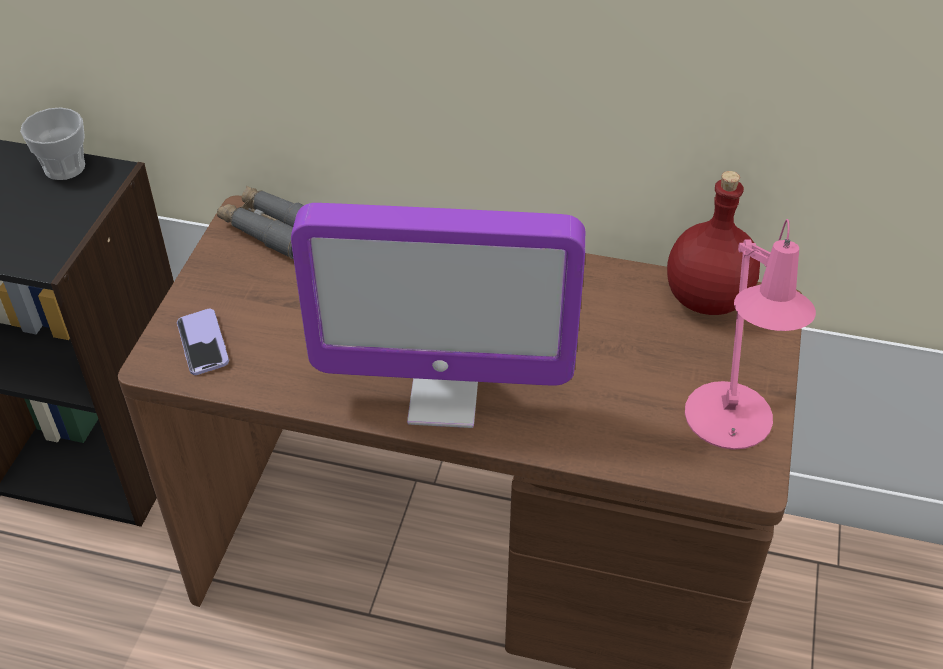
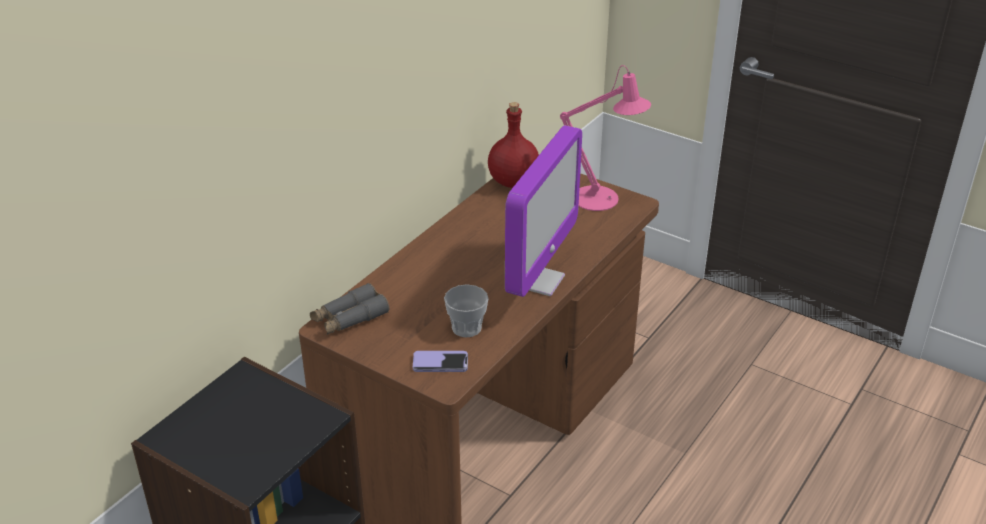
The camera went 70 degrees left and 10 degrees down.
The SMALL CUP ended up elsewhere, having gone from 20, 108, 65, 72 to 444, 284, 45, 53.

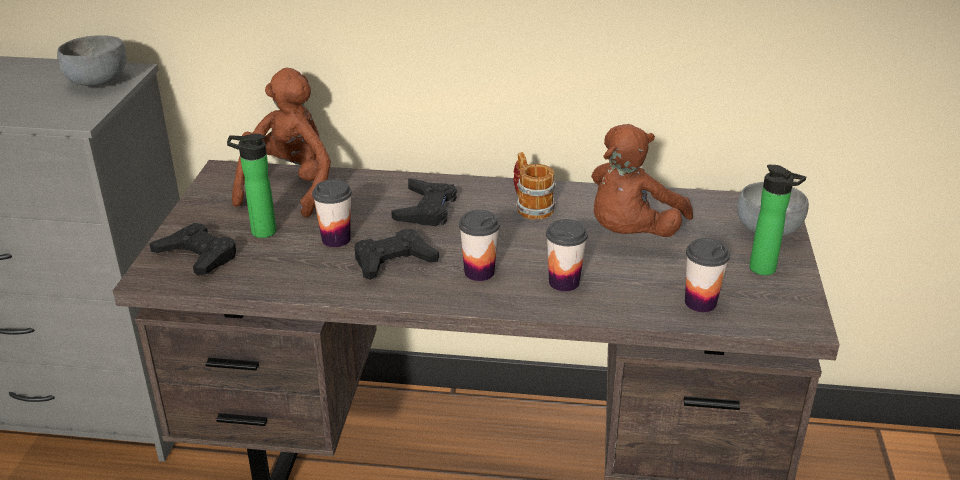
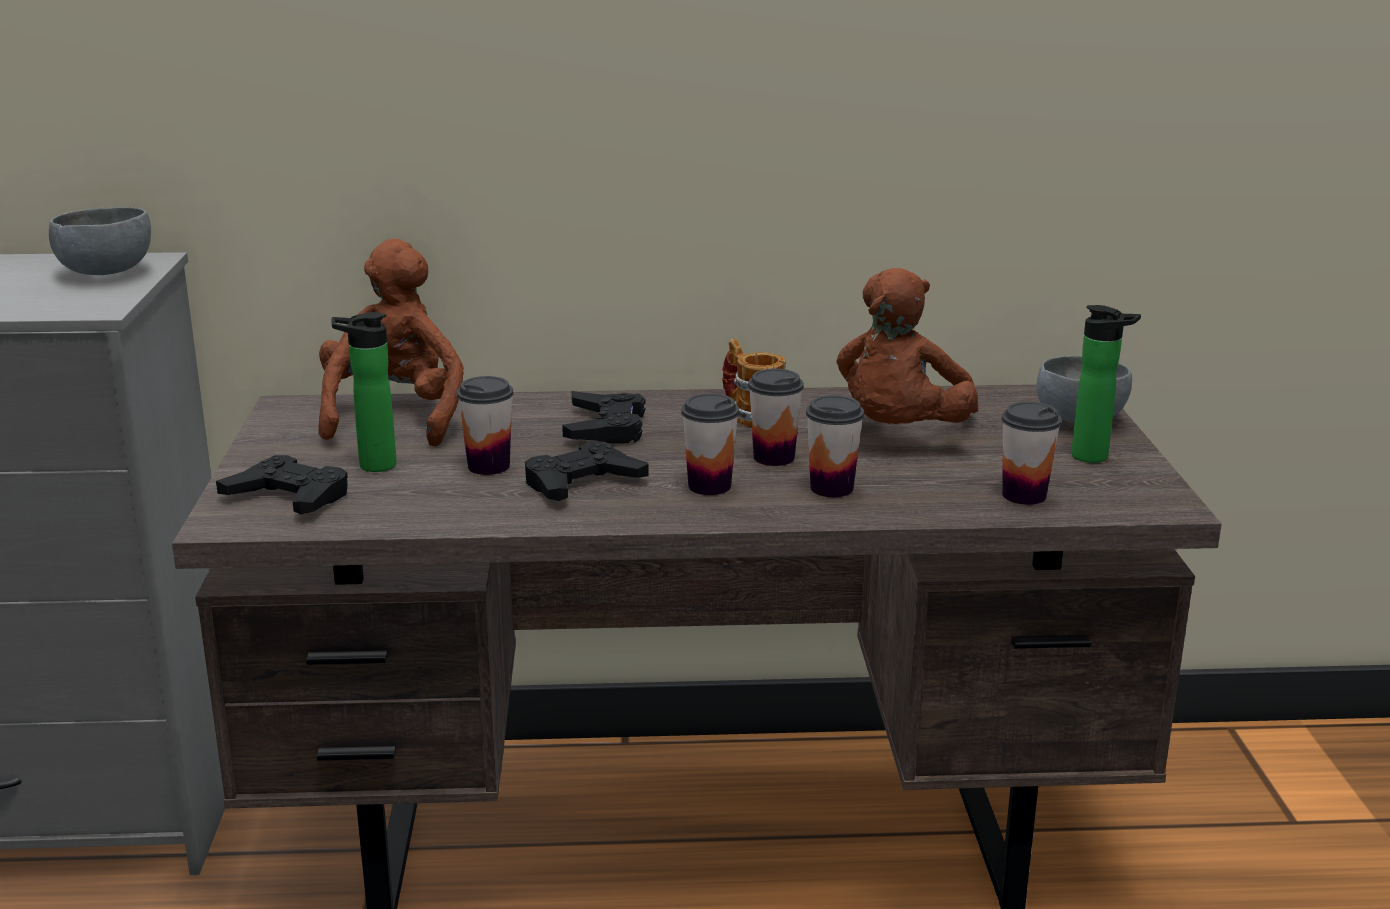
The camera went 10 degrees left and 10 degrees down.
The second view gained the SMALL CUP at 748, 369, 56, 97.

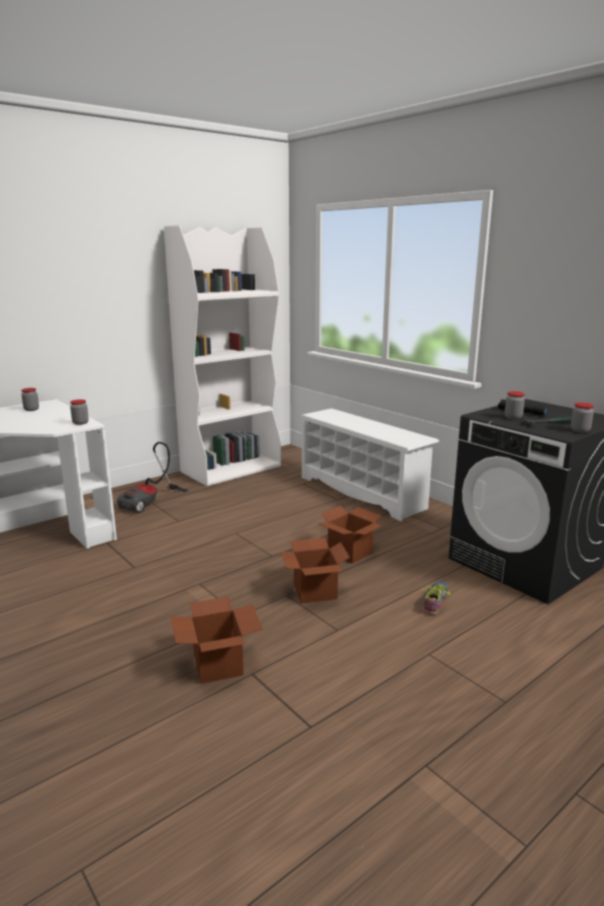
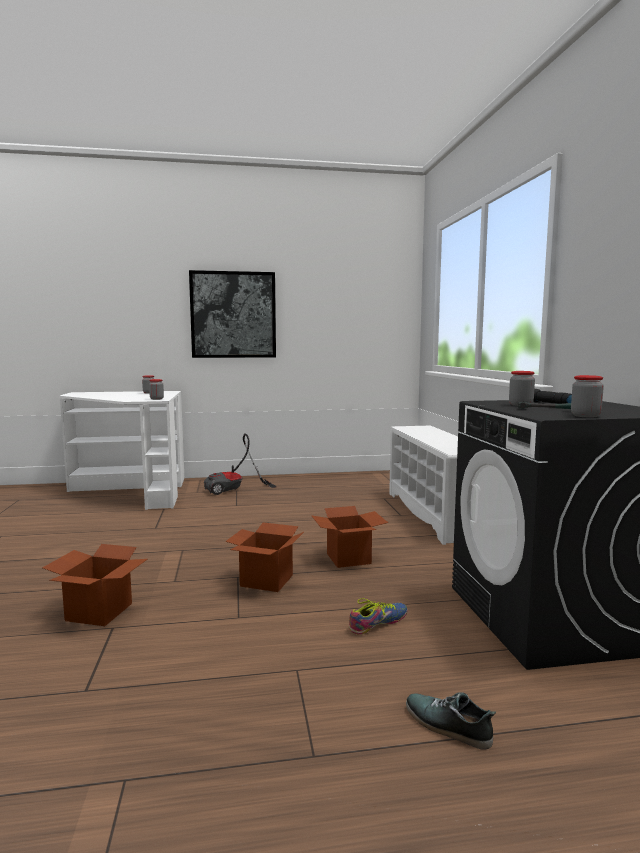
The camera went 30 degrees right and 10 degrees down.
The second view lost the WHITE SHELVING UNIT at 164, 225, 117, 261.
The second view gained the PICTURE at 189, 270, 87, 88.
The second view gained the SHOE at 406, 692, 90, 58.

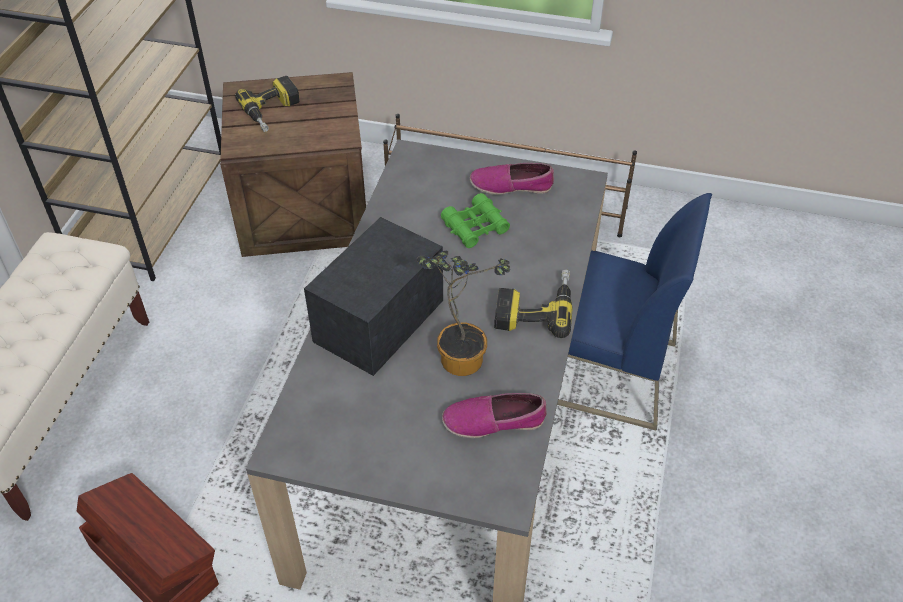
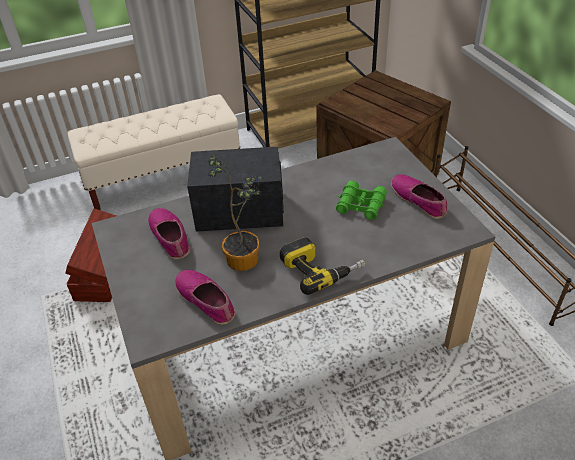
The camera went 55 degrees right and 5 degrees down.
The second view lost the POWER DRILL at 235, 76, 65, 56.
The second view lost the BLUE-COLOURED UPRIGHT CHAIR at 557, 193, 155, 238.
The second view gained the SHOE at 148, 208, 42, 51.

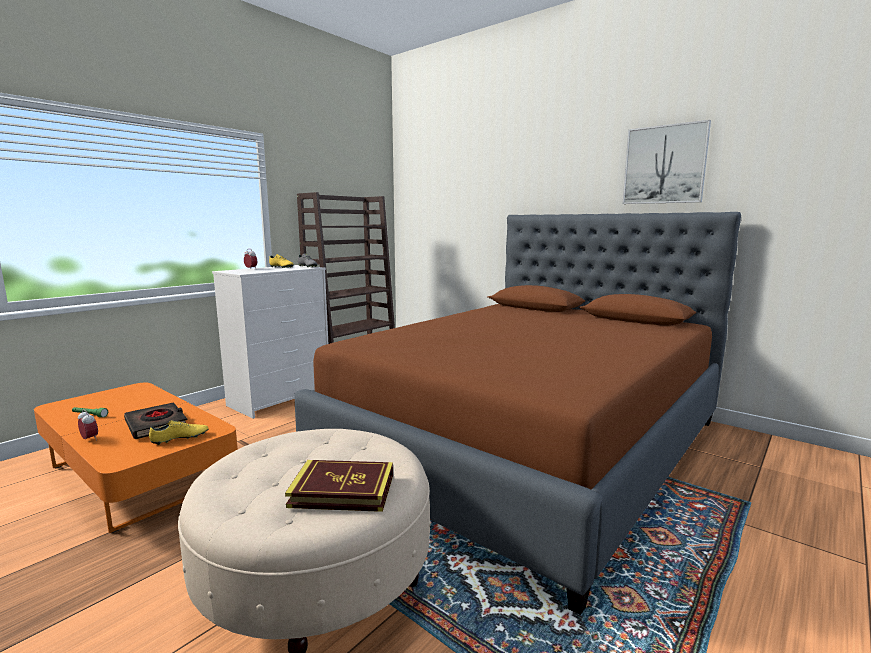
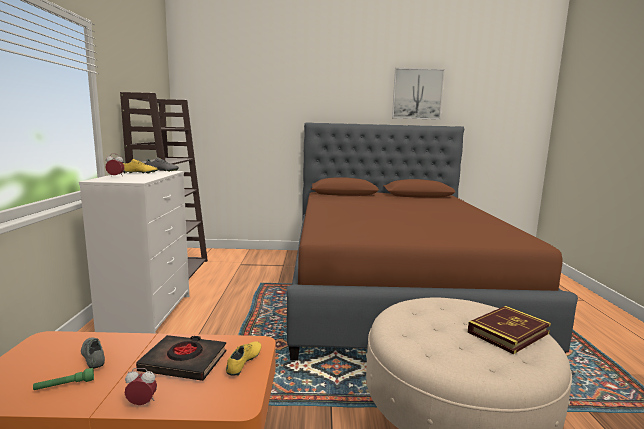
The camera went 40 degrees left and 0 degrees up.
The second view gained the GREYISH SHOE at 81, 337, 24, 32.

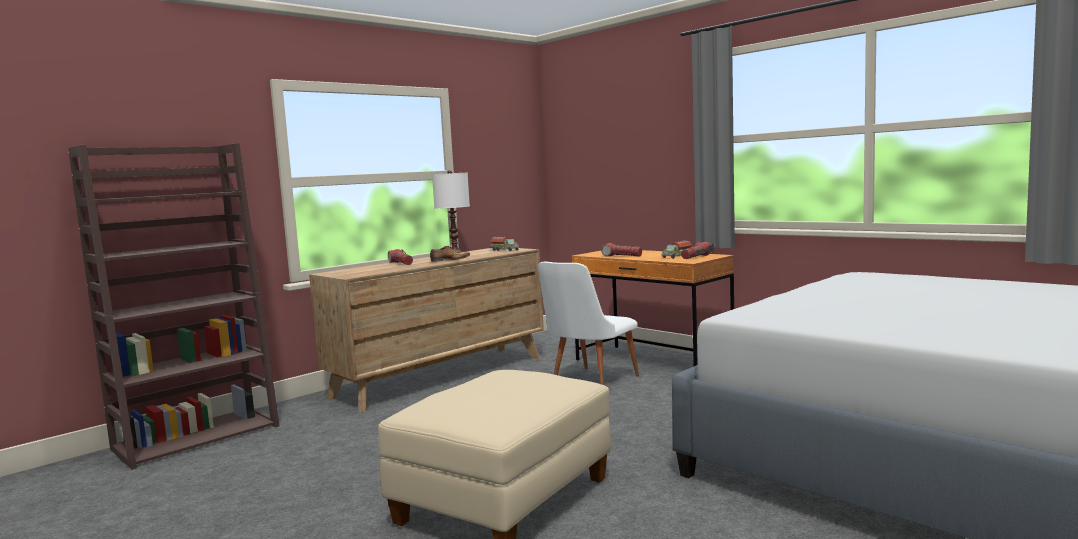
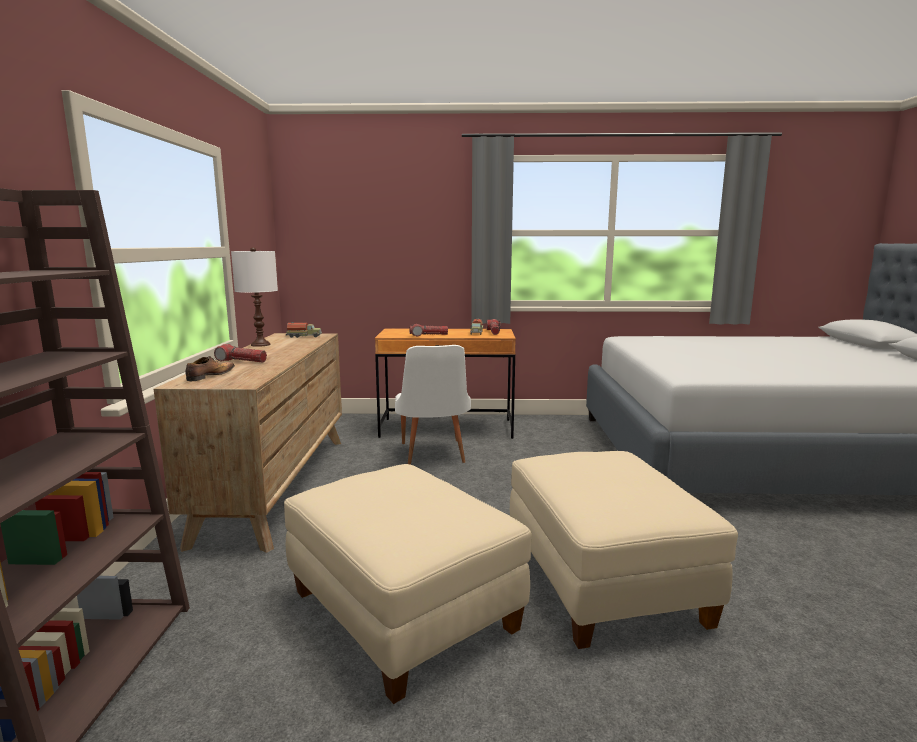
The camera went 45 degrees left and 5 degrees up.
The second view gained the BEIGE FOOTREST at 284, 464, 248, 240.
The SHOE ended up elsewhere, having gone from 430, 246, 40, 16 to 185, 356, 50, 25.

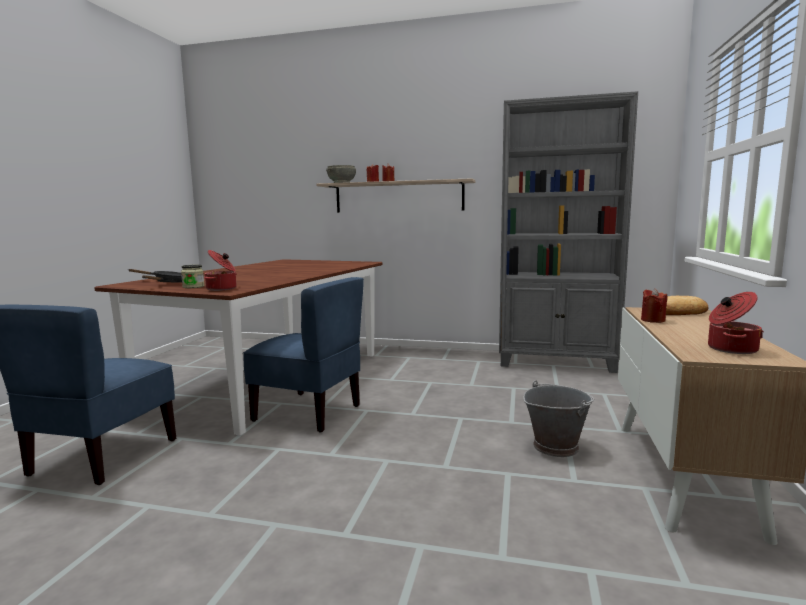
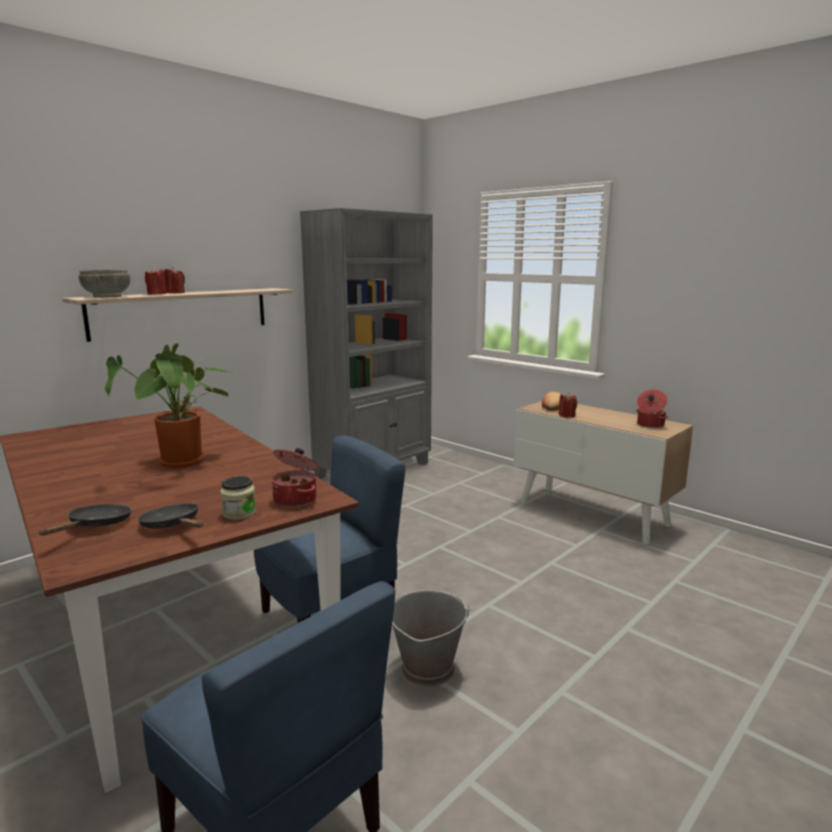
The camera went 60 degrees left and 5 degrees up.
The second view gained the HOUSEPLANT at 104, 343, 125, 125.
The GREYISH BUCKET ended up elsewhere, having gone from 523, 380, 71, 77 to 392, 590, 80, 97.

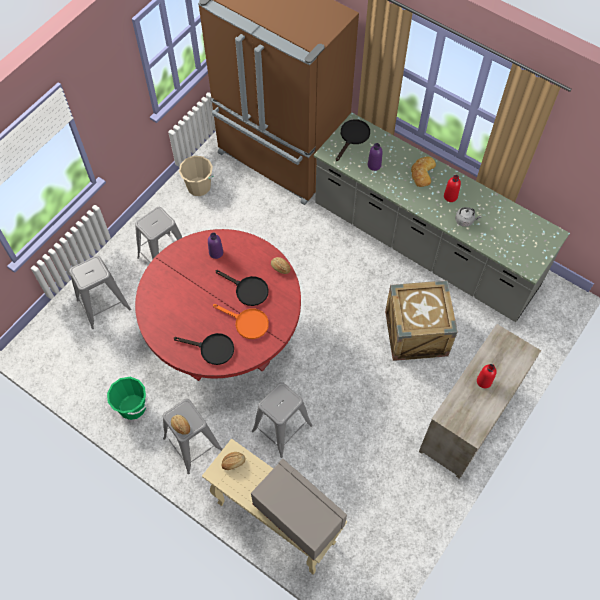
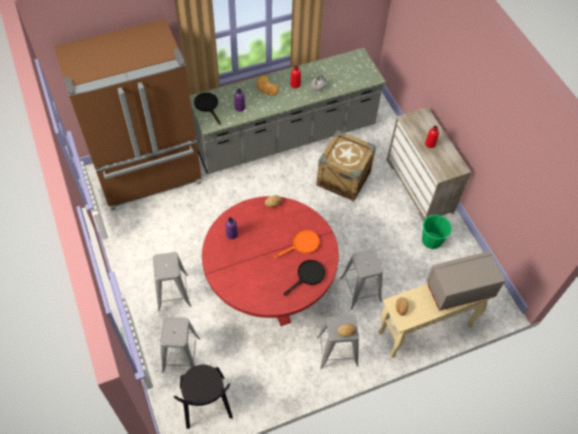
The camera went 60 degrees left and 5 degrees down.
The second view lost the BEIGE BUCKET at 179, 156, 35, 40.
The second view lost the BLACK PAN at 215, 270, 54, 36.
The second view gained the BLACK UPRIGHT CHAIR at 174, 365, 59, 64.
The GREEN-COLOURED BUCKET ended up elsewhere, having gone from 107, 377, 41, 43 to 422, 215, 30, 34.

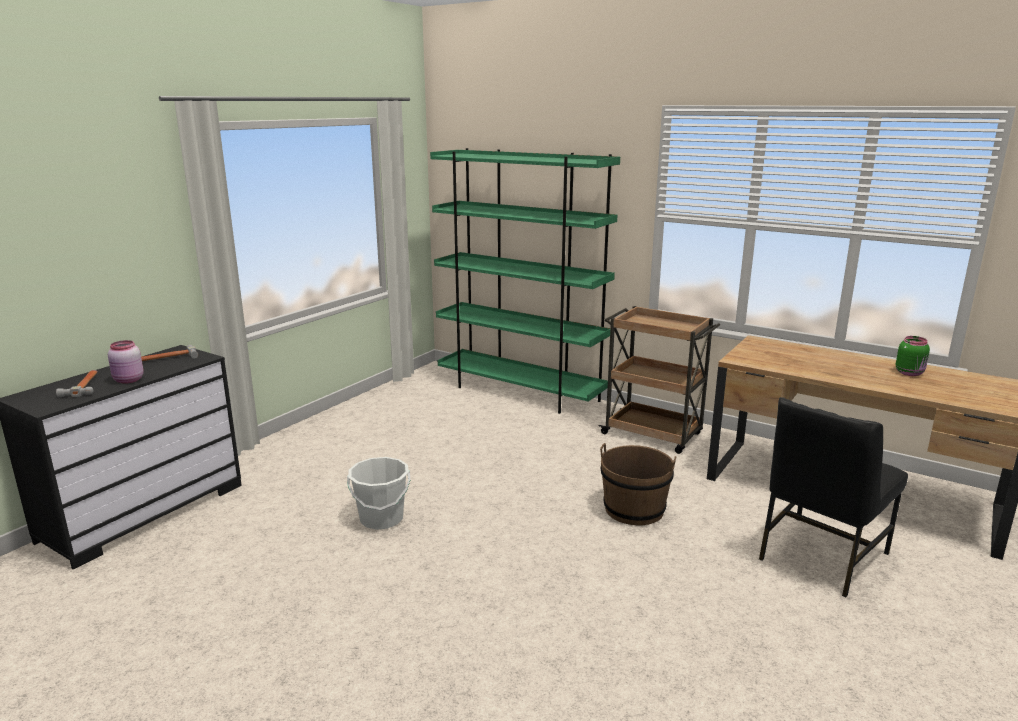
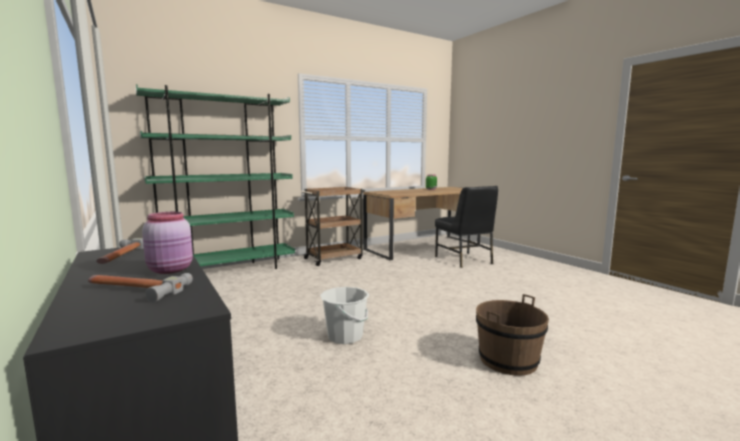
The camera went 65 degrees left and 10 degrees down.
The BROWNISH BUCKET ended up elsewhere, having gone from 600, 443, 77, 82 to 476, 294, 73, 82.

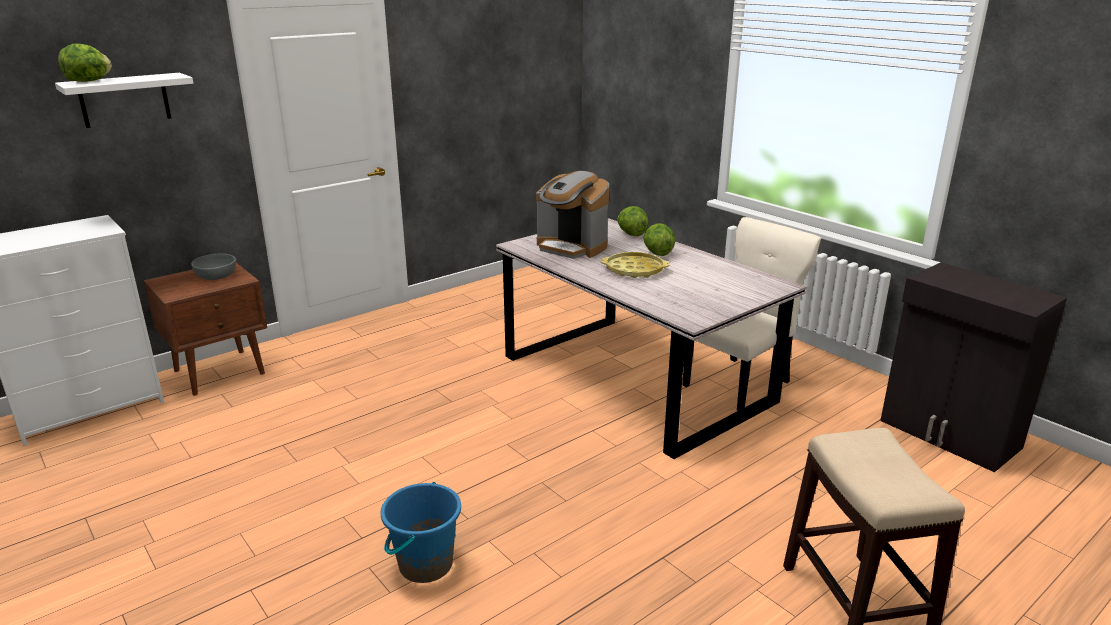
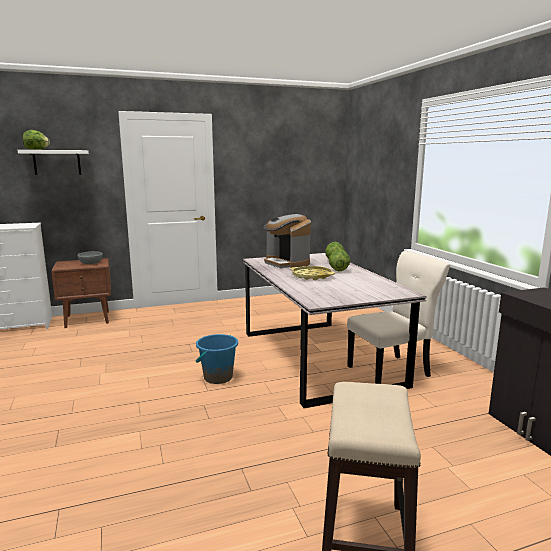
The camera went 20 degrees right and 10 degrees down.
The BLUE-COLOURED BUCKET ended up elsewhere, having gone from 381, 482, 80, 101 to 195, 334, 43, 50.

